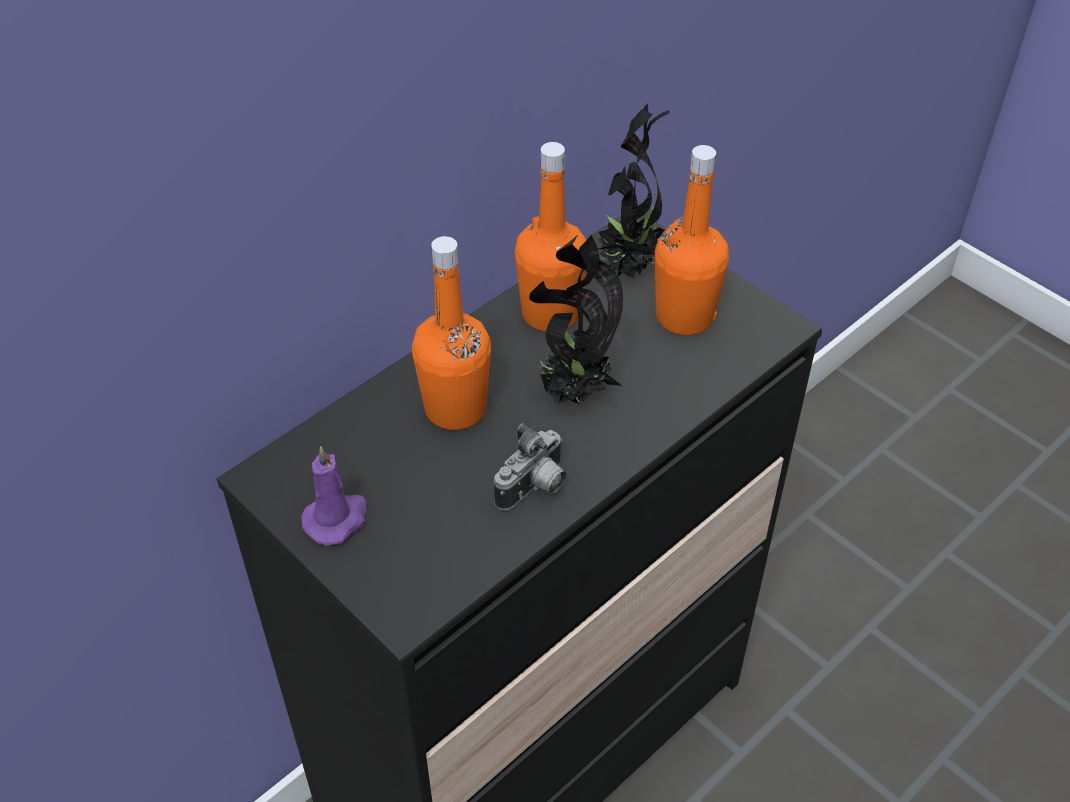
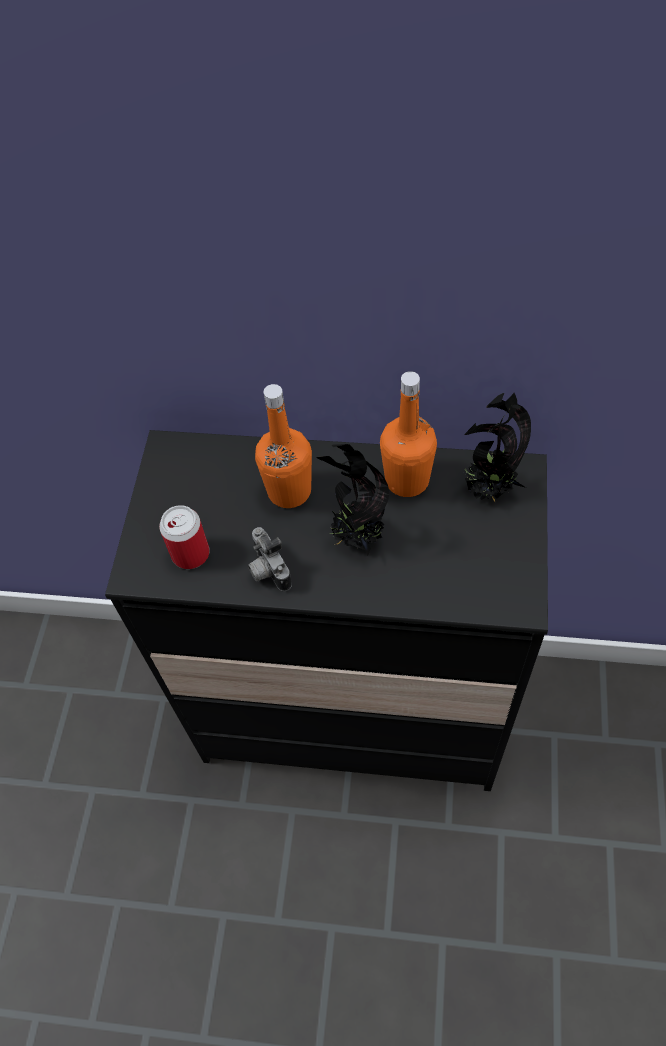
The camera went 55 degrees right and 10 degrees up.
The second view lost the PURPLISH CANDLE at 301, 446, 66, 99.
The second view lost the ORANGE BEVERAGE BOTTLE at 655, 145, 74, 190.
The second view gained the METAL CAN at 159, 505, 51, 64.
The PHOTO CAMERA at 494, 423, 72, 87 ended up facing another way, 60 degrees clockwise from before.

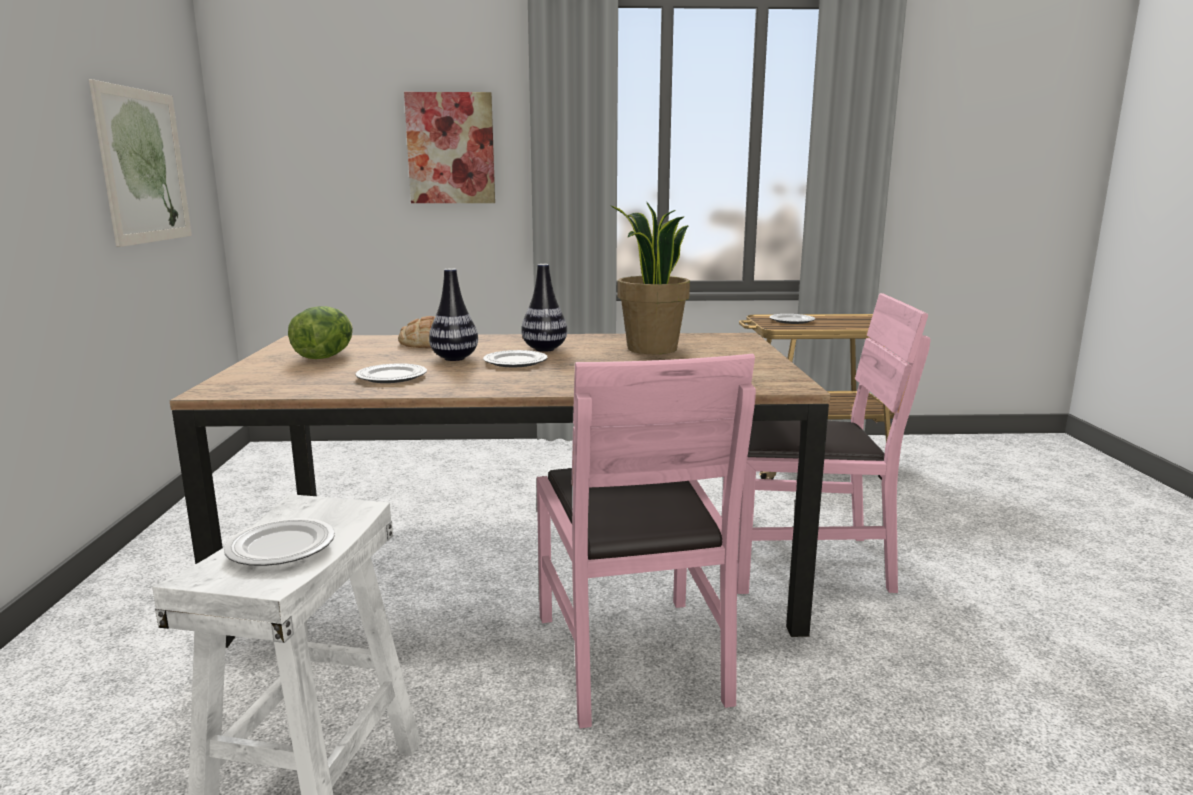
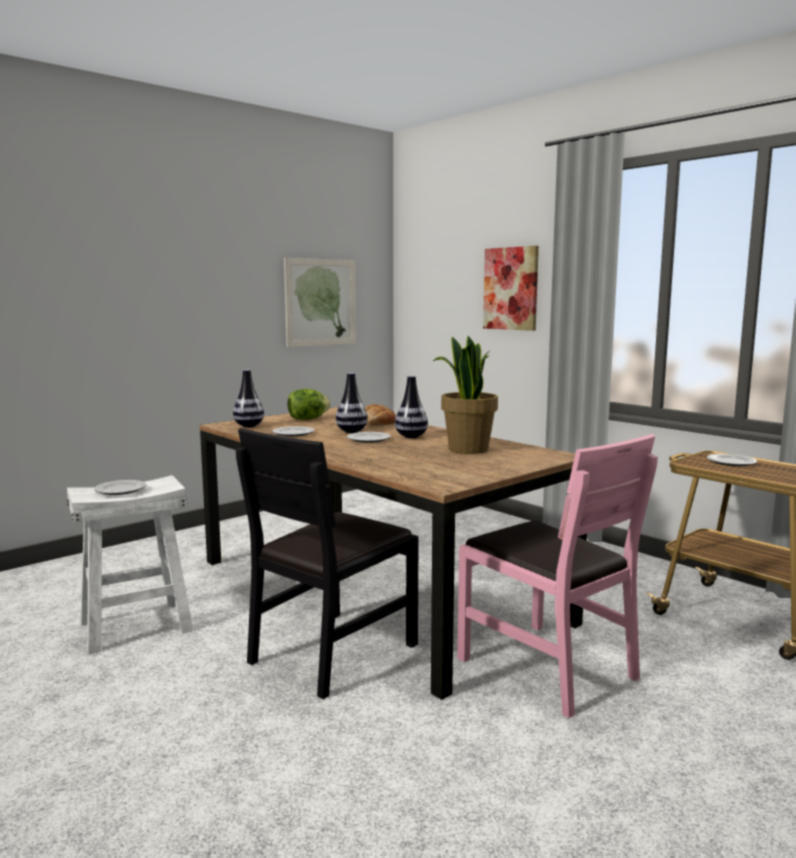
The camera went 50 degrees right and 5 degrees down.
The second view gained the DECORATIVE VASE at 233, 370, 31, 58.
What was the PINKISH UPRIGHT CHAIR at 537, 354, 219, 374 turned into the BLACK UPRIGHT CHAIR at 236, 428, 183, 271.

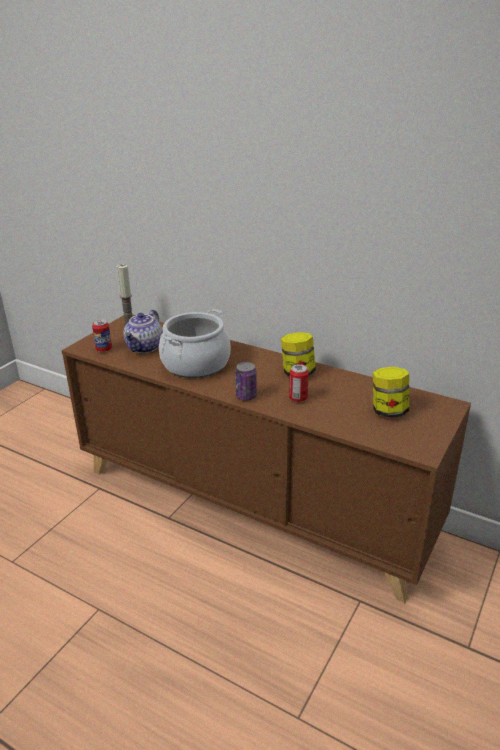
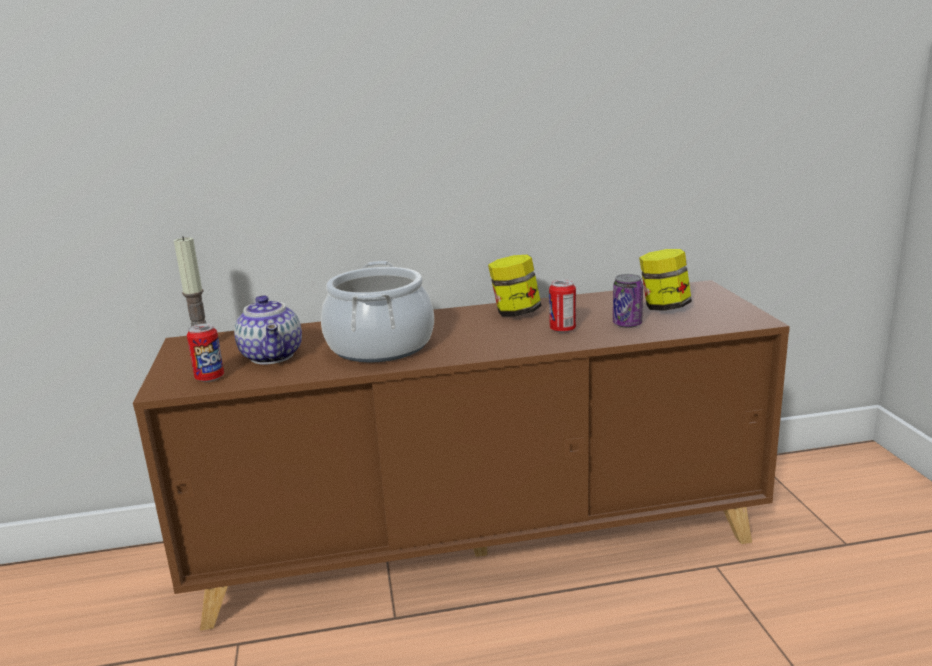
The camera went 40 degrees left and 10 degrees down.
The METAL CAN ended up elsewhere, having gone from 235, 362, 22, 39 to 613, 274, 30, 54.

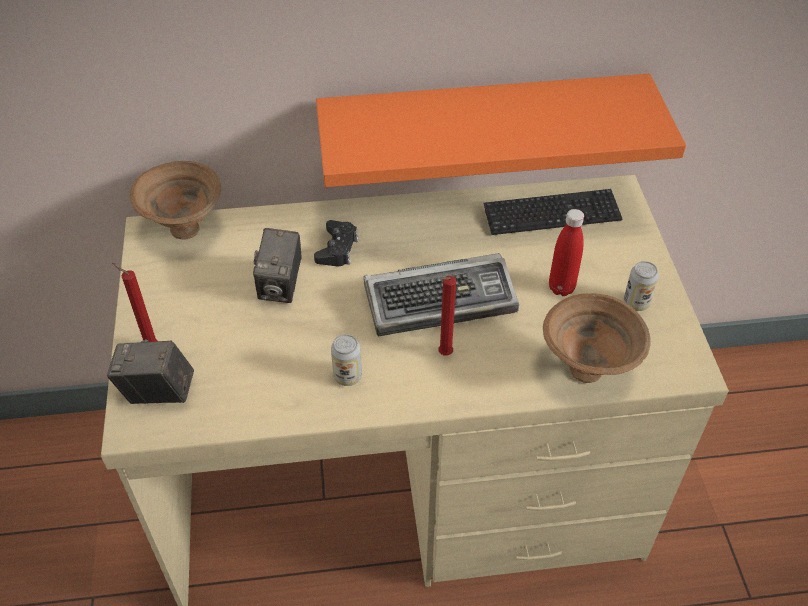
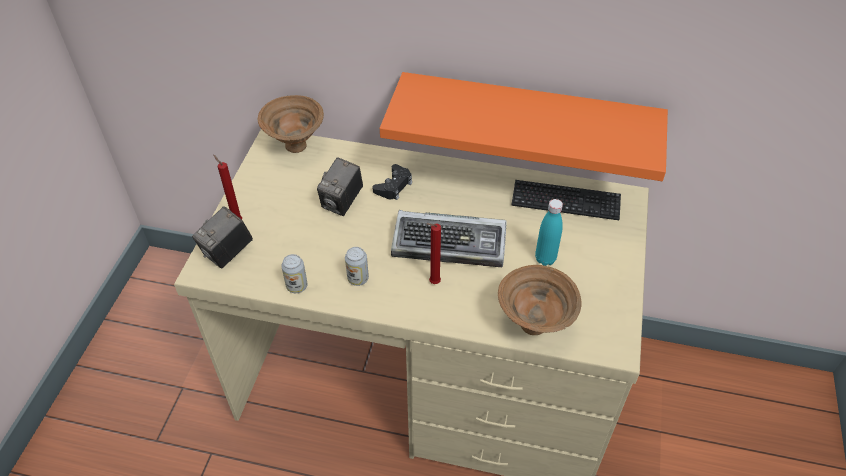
The camera went 20 degrees right and 0 degrees up.
The METAL CAN ended up elsewhere, having gone from 624, 261, 35, 50 to 281, 254, 27, 39.
What was the RED BEVERAGE BOTTLE at 549, 209, 35, 87 turned into the TURQUOISE BEVERAGE BOTTLE at 535, 199, 28, 67.
The PHOTO CAMERA at 107, 339, 87, 65 ended up facing another way, 75 degrees counterclockwise from before.

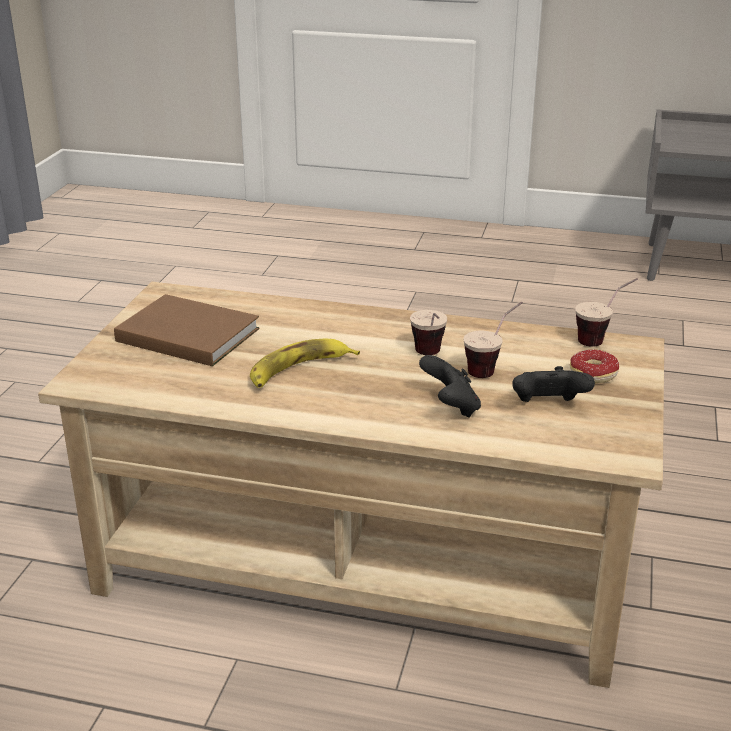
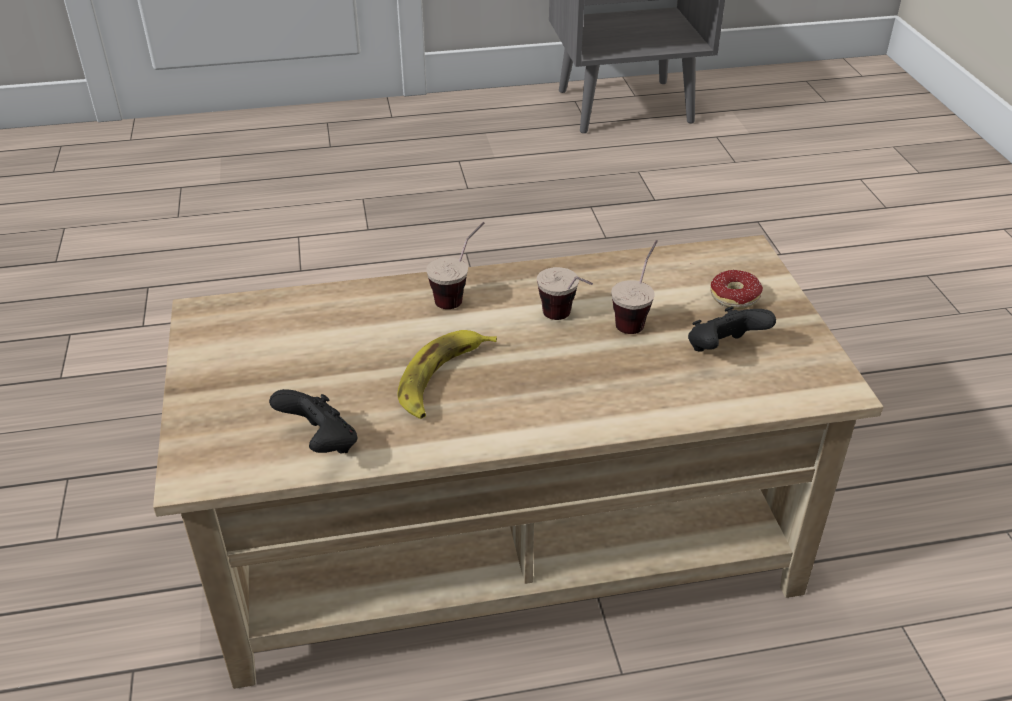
The camera went 25 degrees left and 10 degrees up.
The second view lost the BROWNISH VOLUME at 114, 294, 146, 72.
The BLACK GAMEPAD ended up elsewhere, having gone from 419, 355, 62, 63 to 269, 389, 88, 64.
The SMALL CUP ended up elsewhere, having gone from 575, 278, 63, 69 to 426, 222, 59, 87.

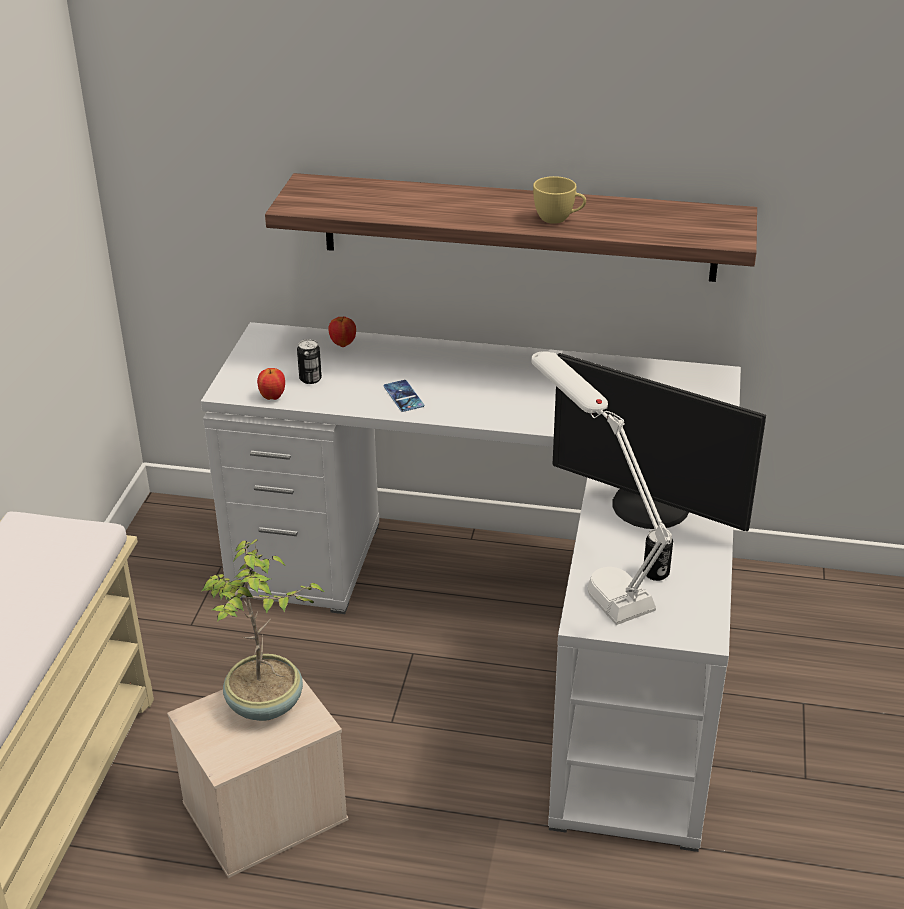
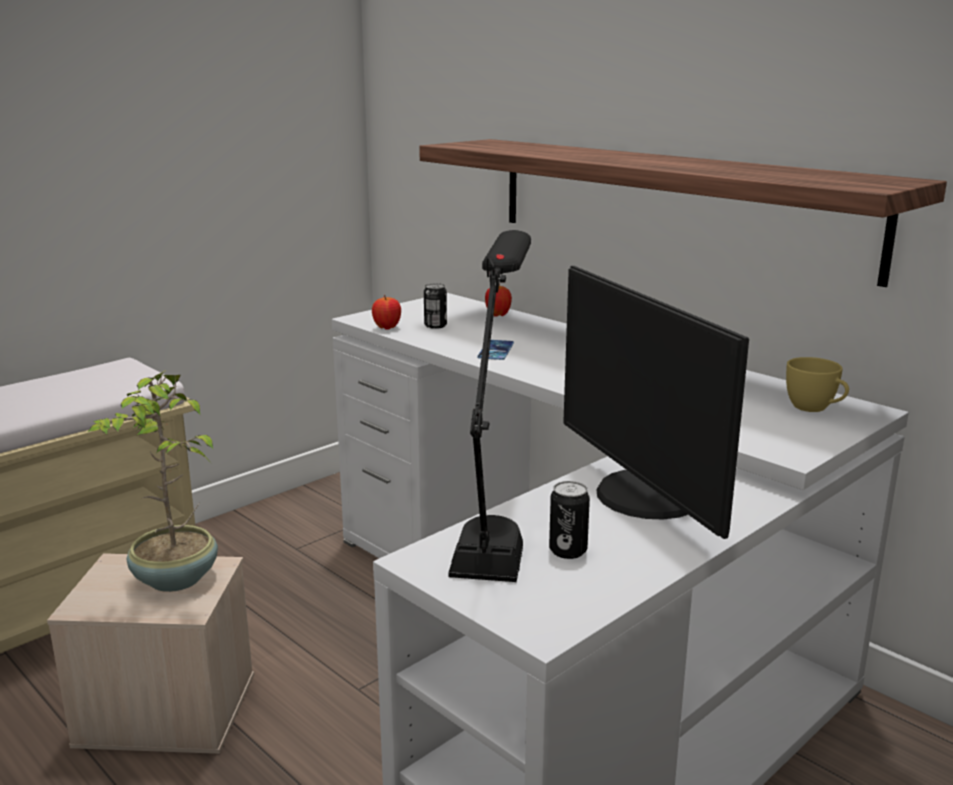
The camera went 35 degrees right and 15 degrees down.
The YELLOW-COLOURED SMALL CUP ended up elsewhere, having gone from 533, 176, 53, 48 to 786, 357, 63, 55.
What was the WHITE TABLETOP LAMP at 531, 351, 141, 274 turned into the BLACK TABLETOP LAMP at 449, 230, 82, 352.

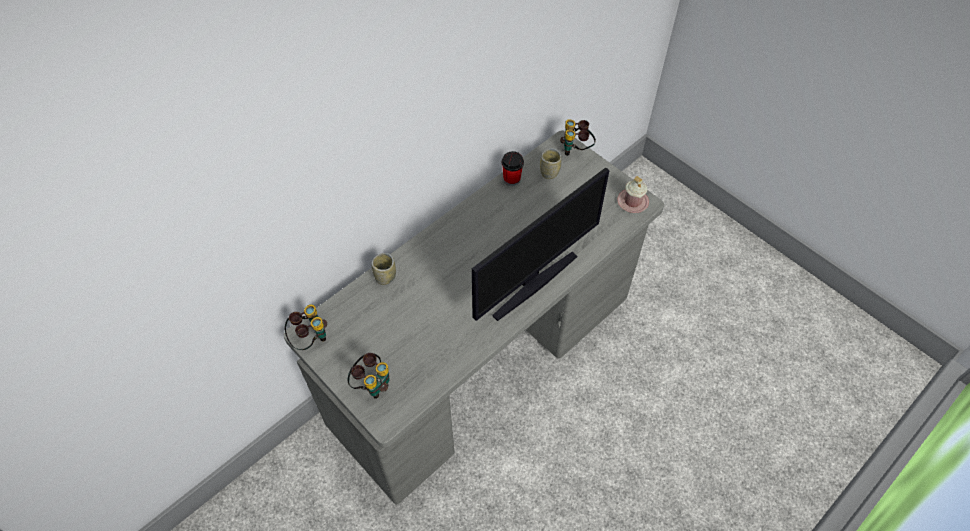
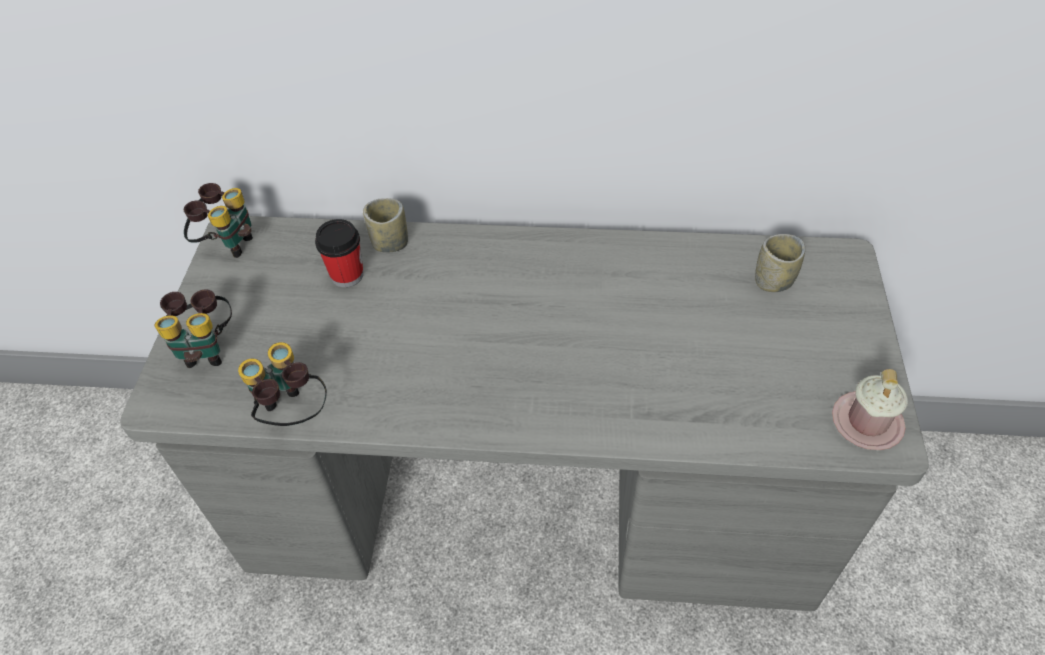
The camera went 50 degrees right and 5 degrees down.
The second view lost the COMPUTER SCREEN at 472, 167, 138, 154.
The SMALL CUP ended up elsewhere, having gone from 502, 151, 22, 35 to 315, 219, 49, 68.
The FIELD GLASSES ended up elsewhere, having gone from 560, 119, 36, 37 to 238, 342, 89, 84.

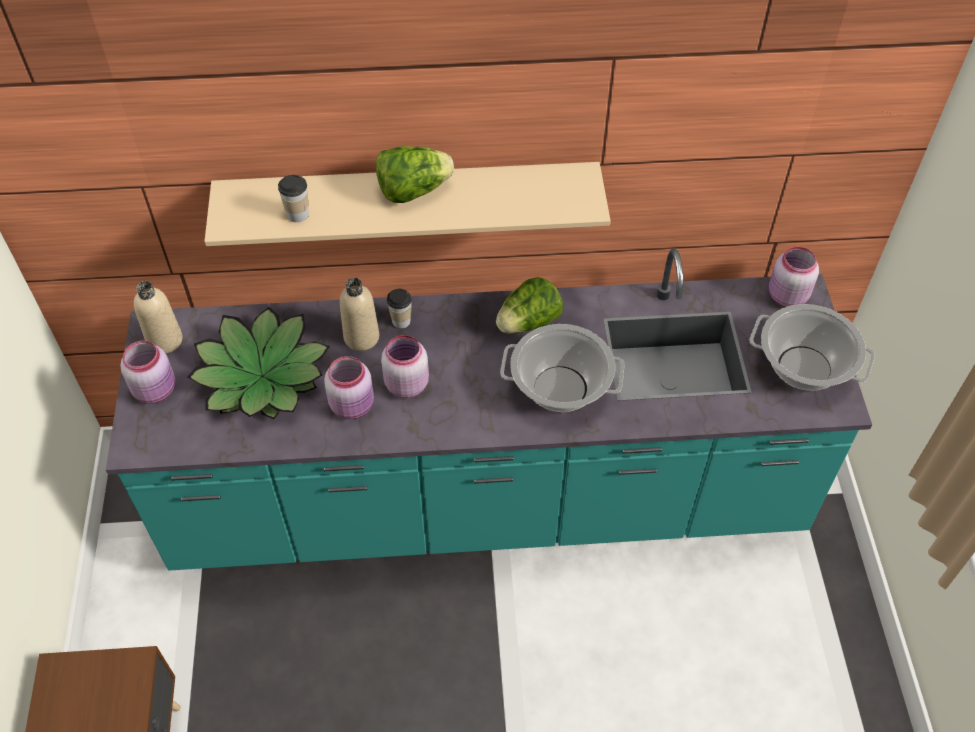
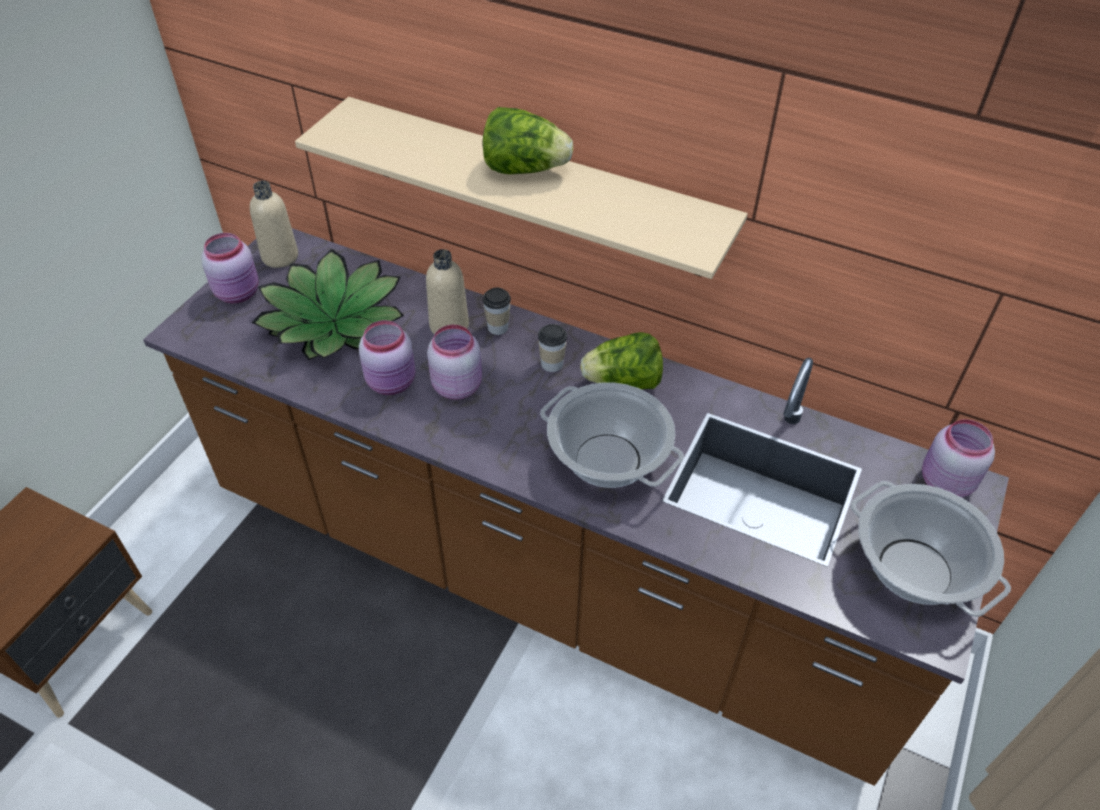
The camera went 30 degrees right and 5 degrees down.
The SMALL CUP ended up elsewhere, having gone from 278, 175, 31, 47 to 538, 324, 29, 48.
What was the TURQUOISE KITCHEN BASE UNIT at 106, 249, 766, 322 turned into the BROWNISH KITCHEN BASE UNIT at 143, 228, 866, 558.

